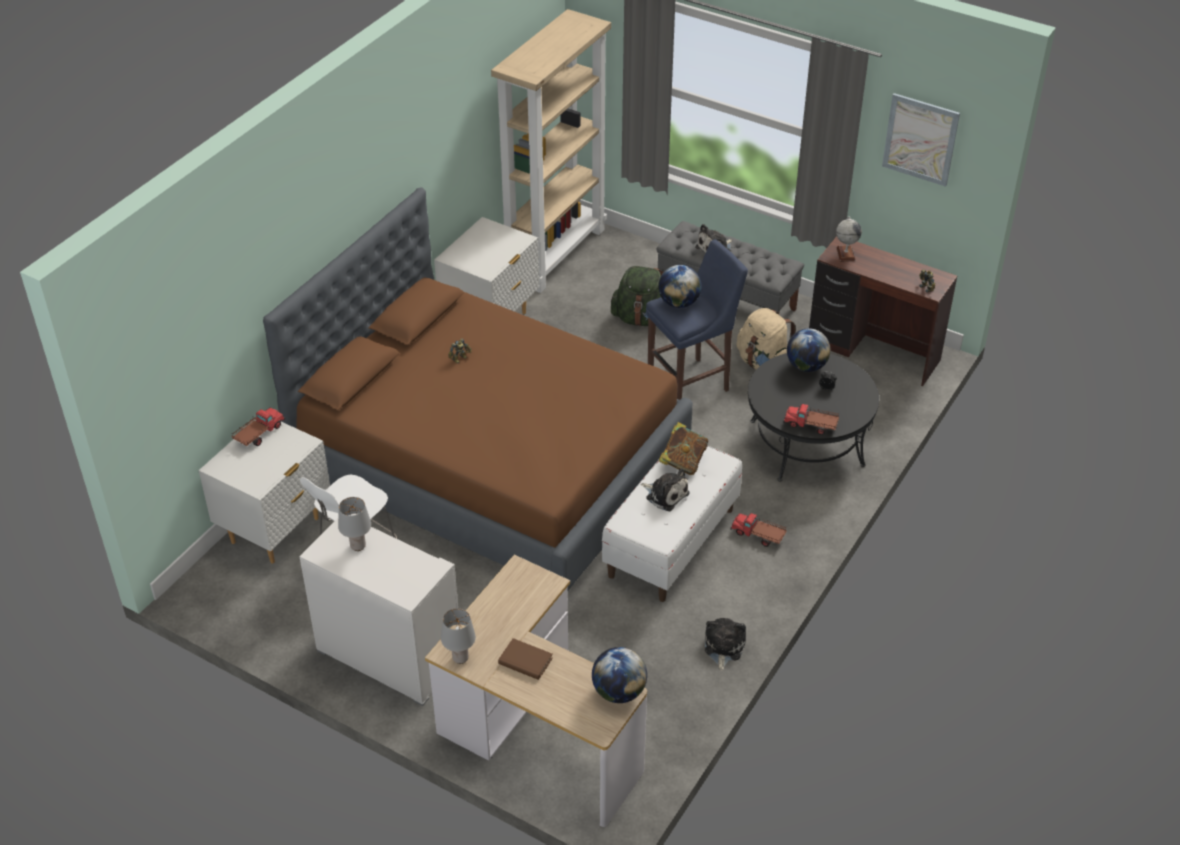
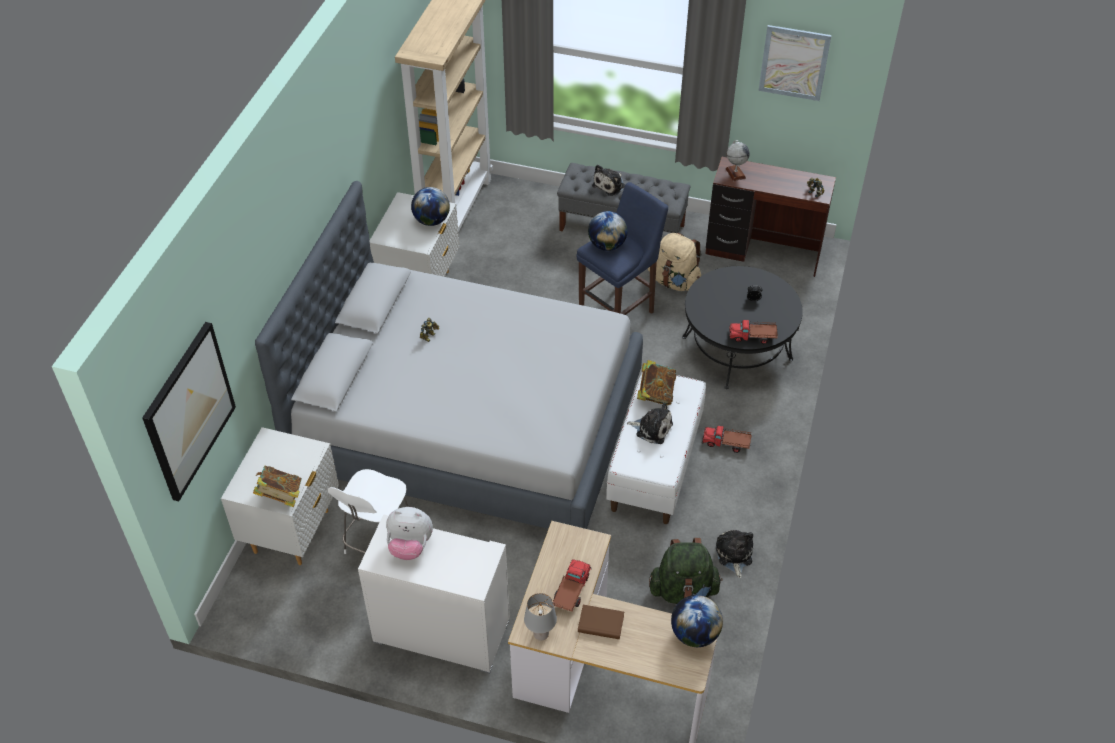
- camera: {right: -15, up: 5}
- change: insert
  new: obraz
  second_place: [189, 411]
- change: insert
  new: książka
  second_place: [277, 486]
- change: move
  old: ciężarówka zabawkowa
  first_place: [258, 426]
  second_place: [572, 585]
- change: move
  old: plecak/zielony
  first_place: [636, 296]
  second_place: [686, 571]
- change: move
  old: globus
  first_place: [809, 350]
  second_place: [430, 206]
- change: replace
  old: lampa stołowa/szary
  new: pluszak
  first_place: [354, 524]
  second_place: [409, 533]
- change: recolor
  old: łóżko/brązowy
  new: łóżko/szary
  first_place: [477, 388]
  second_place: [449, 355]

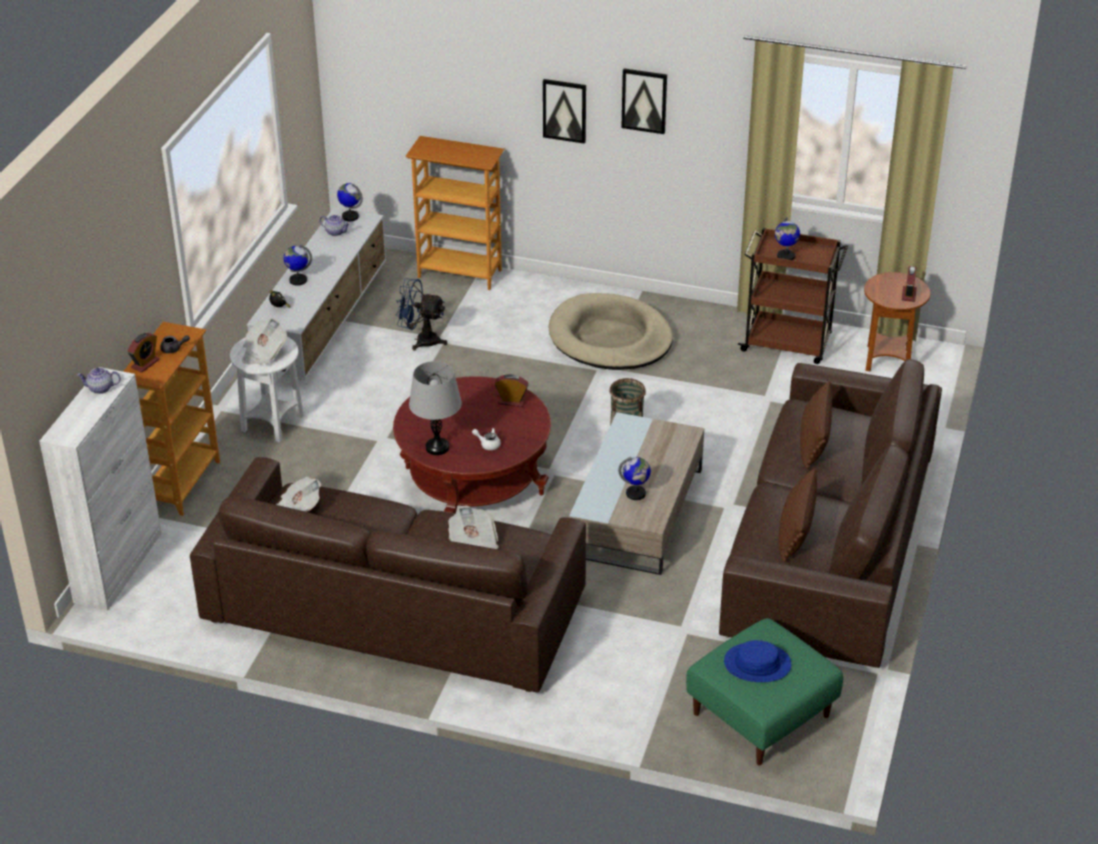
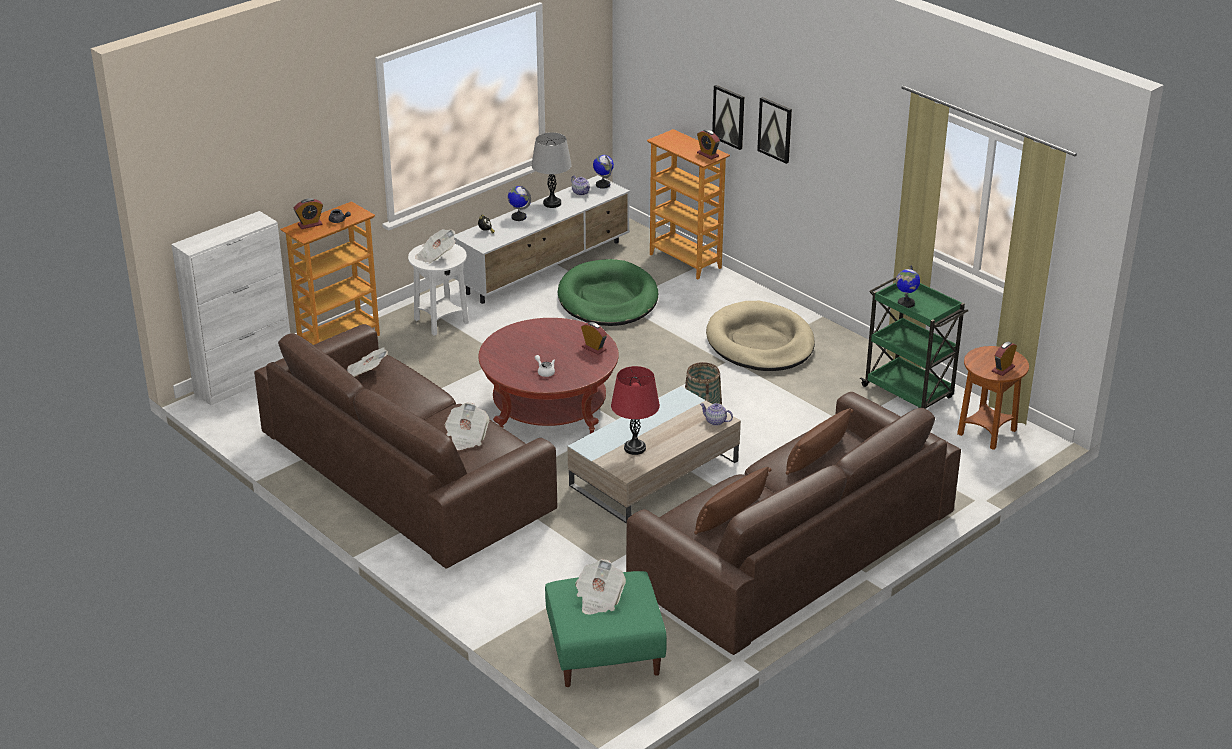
- camera: {right: 30, up: -5}
- change: insert
  new: budzik
  second_place: [708, 144]
- change: move
  old: imbryk
  first_place: [99, 381]
  second_place: [716, 414]
- change: move
  old: lampa stołowa/szary
  first_place: [435, 408]
  second_place: [552, 170]
- change: move
  old: obraz
  first_place: [644, 101]
  second_place: [728, 117]
- change: replace
  old: wentylator/niebieski
  new: legowisko/zielony
  first_place: [421, 314]
  second_place: [607, 292]
- change: replace
  old: globus
  new: lampa stołowa/czerwony
  first_place: [634, 478]
  second_place: [635, 410]
- change: replace
  old: kapelusz/niebieski
  new: gazeta
  first_place: [757, 661]
  second_place: [601, 587]
- change: recolor
  old: wózek/brązowy
  new: wózek/zielony
  first_place: [793, 296]
  second_place: [914, 343]

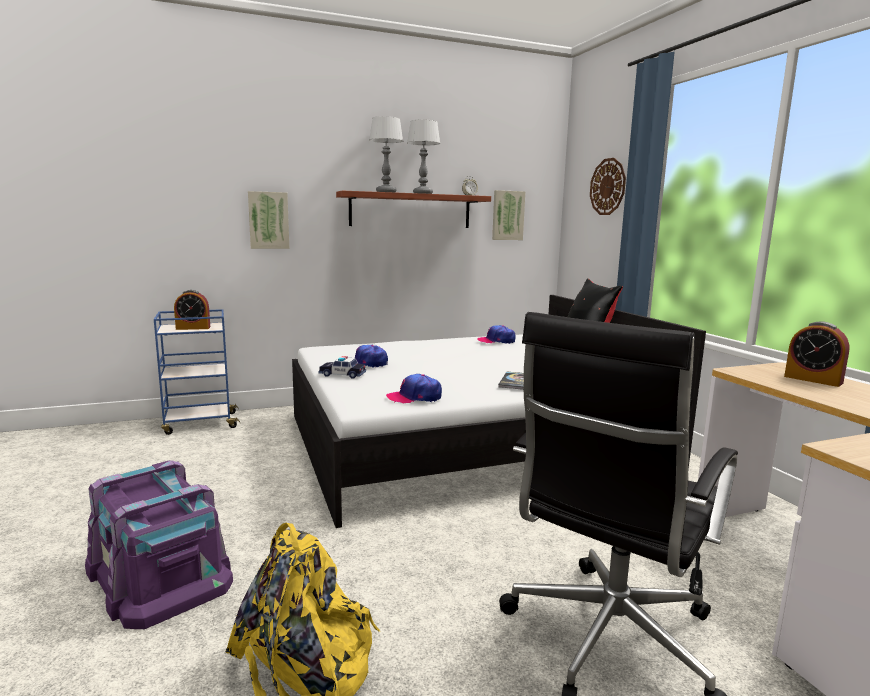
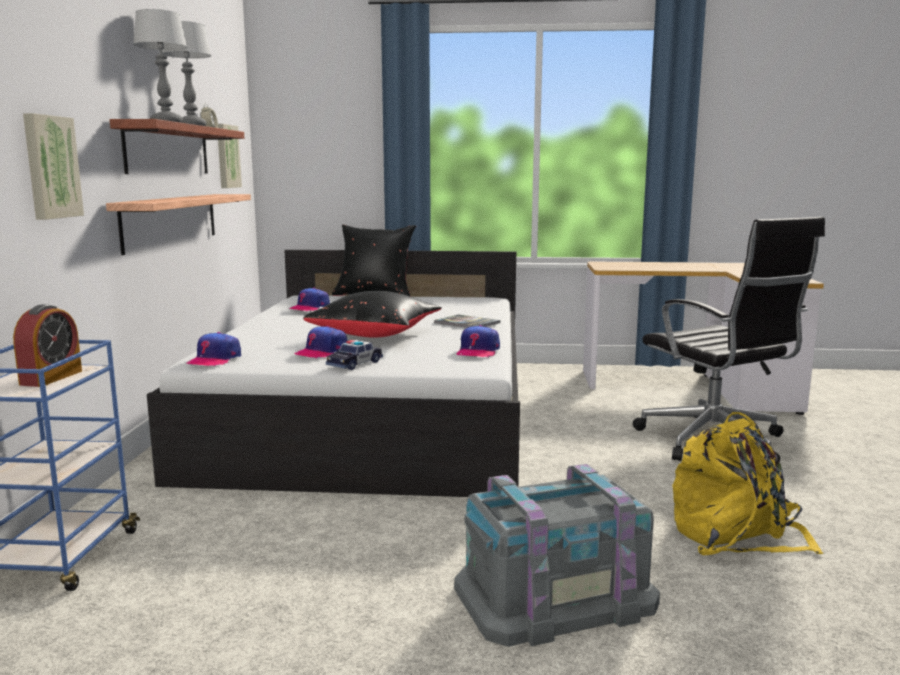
- camera: {right: -65, up: 0}
- change: delete
  old: zegar ścienny
  first_place: [608, 186]
- change: delete
  old: budzik
  first_place: [816, 354]
- change: insert
  new: półka
  second_place: [178, 224]
- change: insert
  new: czapka z daszkiem
  second_place: [214, 349]
- change: insert
  new: poduszka/czarny
  second_place: [373, 314]
- change: recolor
  old: pojemnik do przechowywania/fioletowy
  new: pojemnik do przechowywania/szary
  first_place: [159, 544]
  second_place: [557, 555]

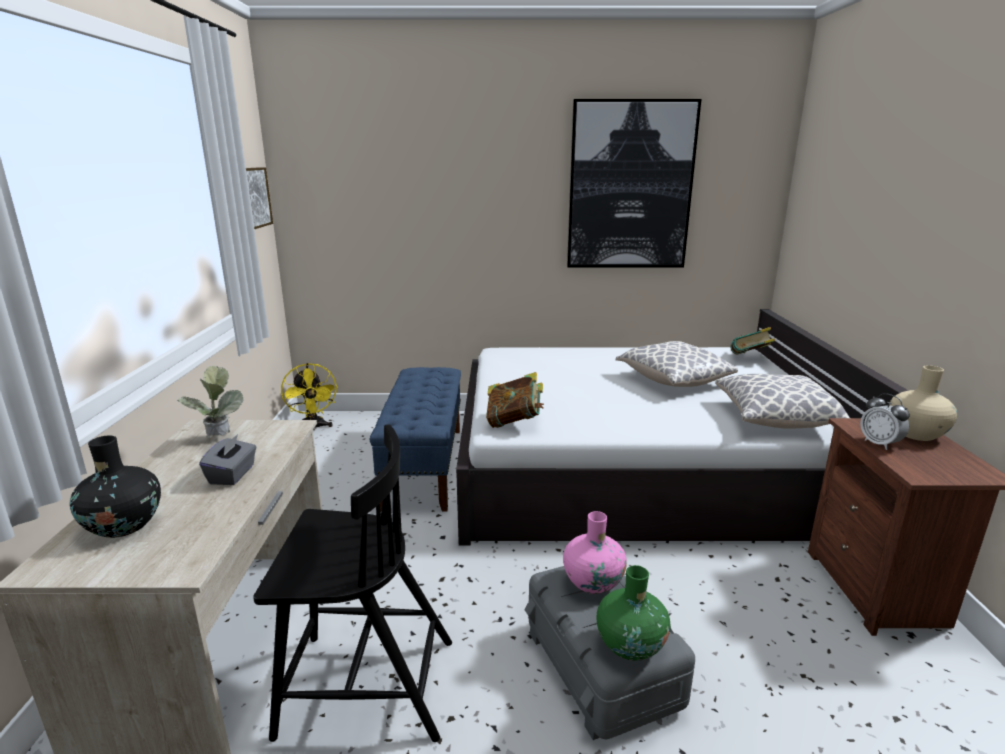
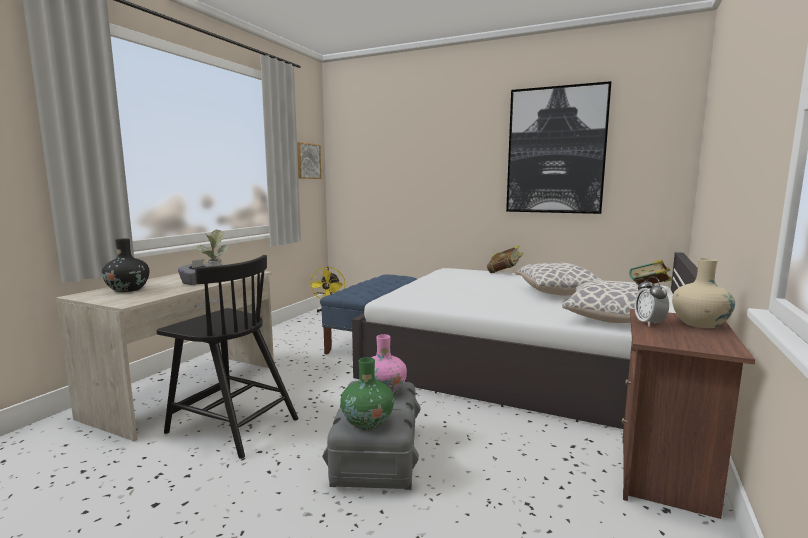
- camera: {right: 25, up: -10}
- change: move
  old: książka
  first_place: [515, 400]
  second_place: [505, 259]

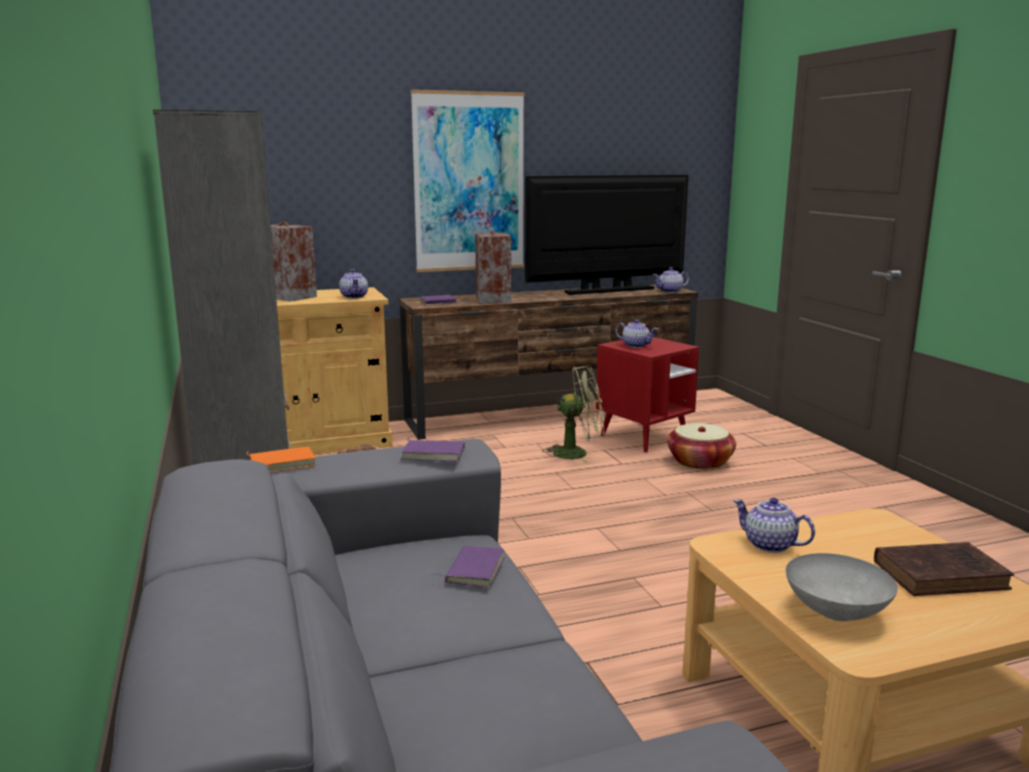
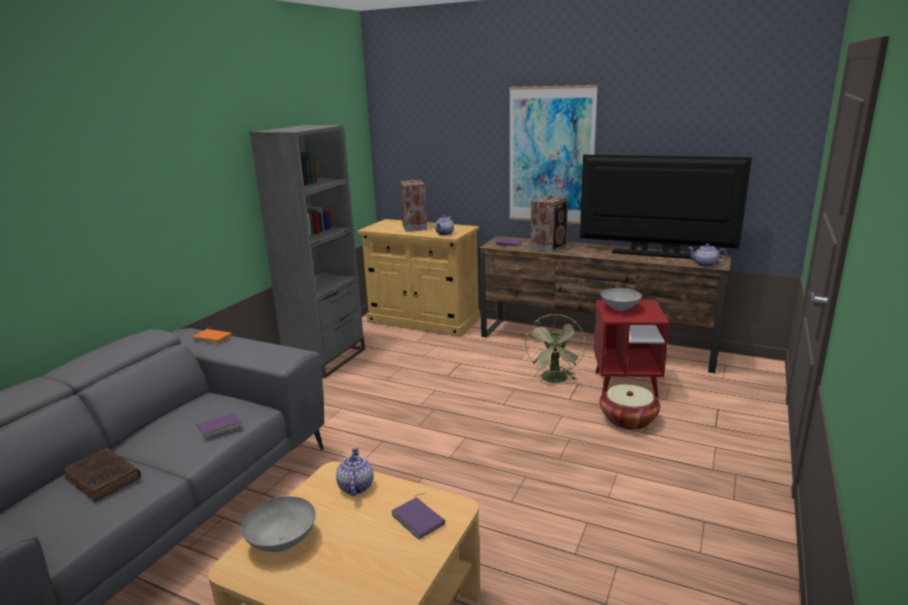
- camera: {right: 45, up: 5}
- change: move
  old: książka/fioletowy
  first_place: [433, 449]
  second_place: [418, 516]
- change: move
  old: książka/brązowy
  first_place: [944, 569]
  second_place: [101, 475]
- change: replace
  old: imbryk
  new: miska/szary
  first_place: [636, 334]
  second_place: [621, 299]
- change: rotate
  old: wentylator/zielony
  first_place: [573, 414]
  second_place: [555, 348]
  degrees: 60

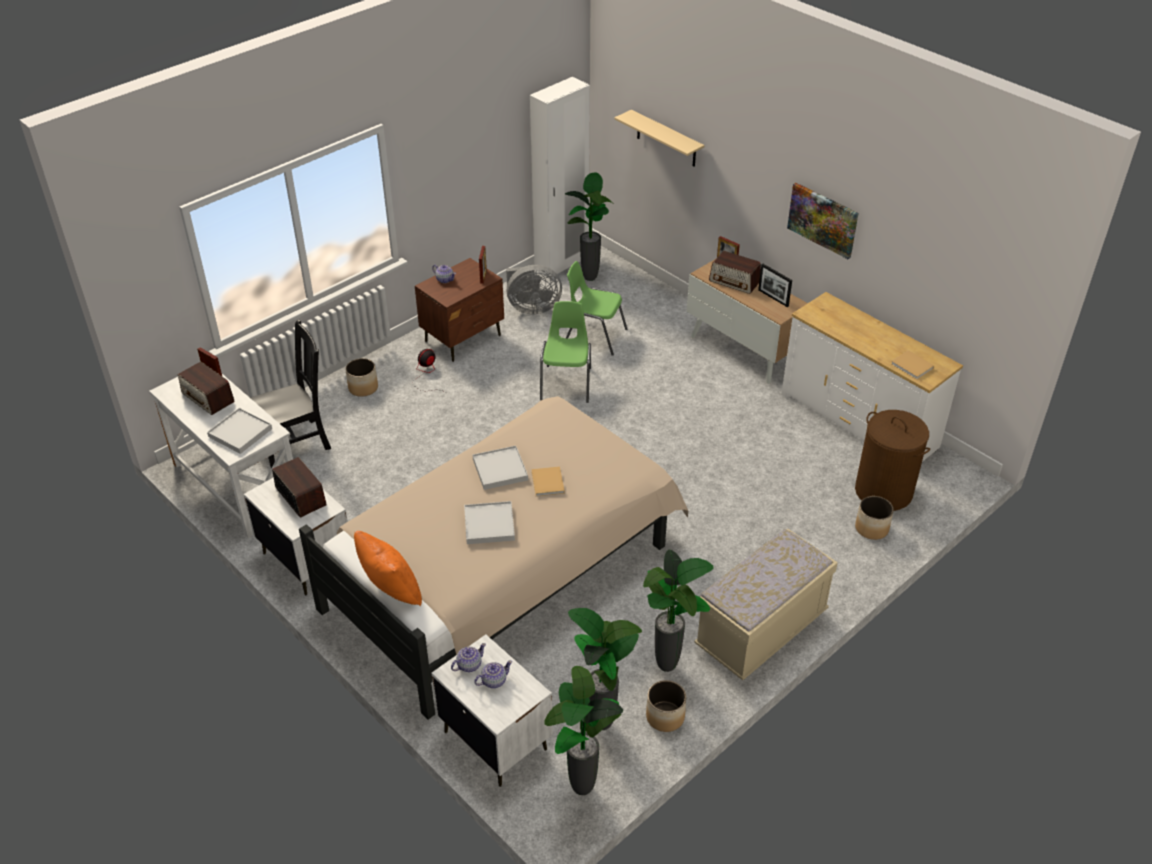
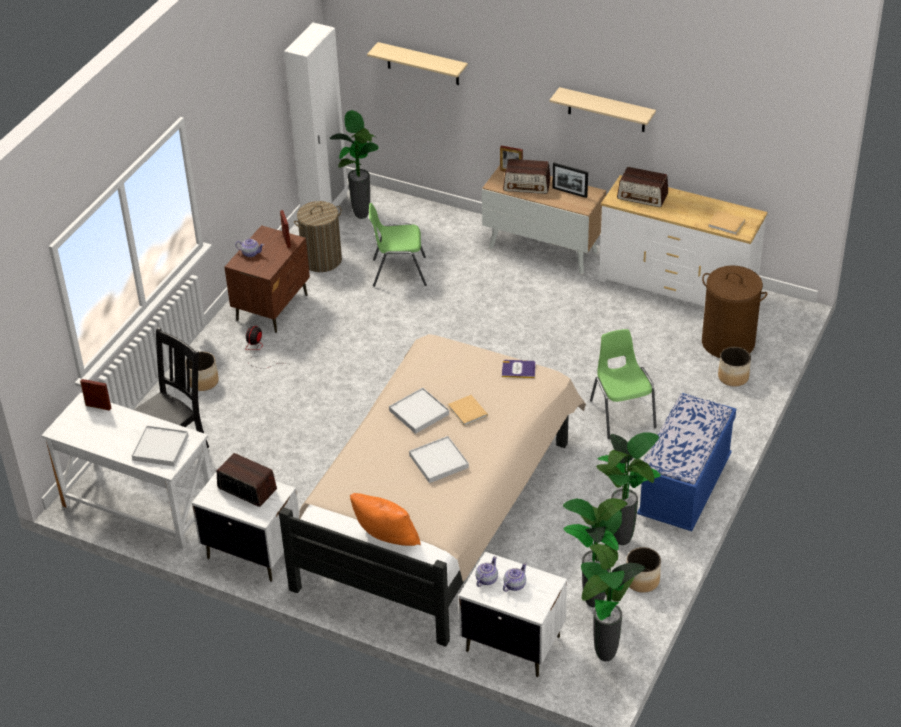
- camera: {right: -20, up: 0}
- change: insert
  new: książka
  second_place: [519, 369]
- change: move
  old: radio
  first_place: [206, 388]
  second_place: [642, 187]
- change: move
  old: krzesło/zielony
  first_place: [565, 352]
  second_place: [623, 384]
- change: replace
  old: wentylator/szary
  new: kosz na pranie
  first_place: [534, 289]
  second_place: [318, 236]
- change: replace
  old: obraz
  new: półka/beżowy
  first_place: [823, 221]
  second_place: [603, 109]
- change: recolor
  old: ławka/beżowy
  new: ławka/niebieski
  first_place: [766, 604]
  second_place: [686, 462]

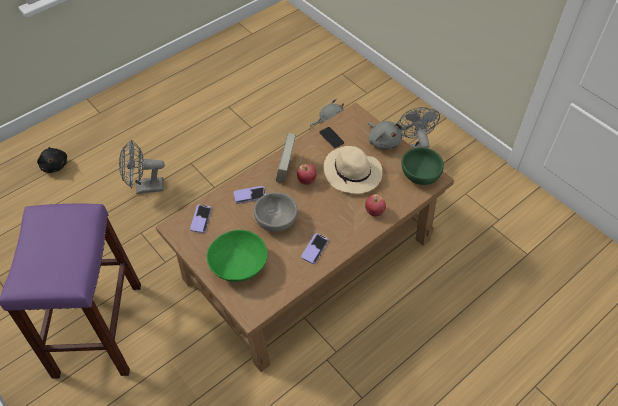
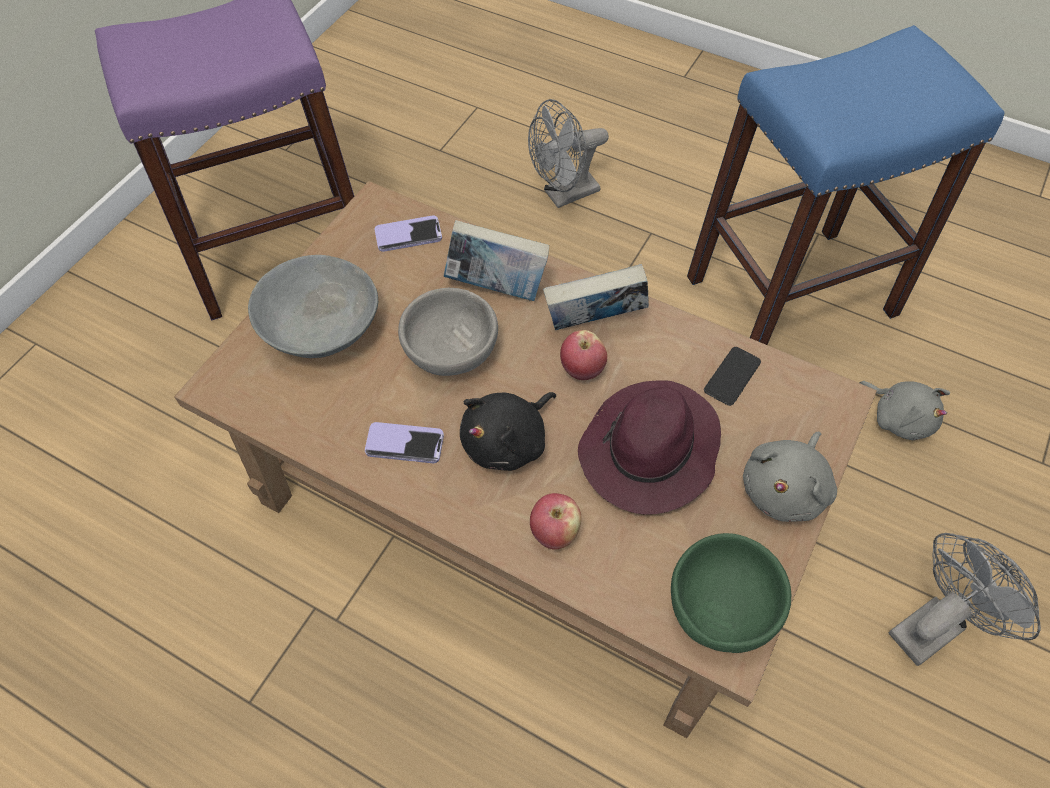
- camera: {right: 70, up: 5}
- change: insert
  new: stołek/niebieski
  second_place: [846, 185]
- change: move
  old: pluszak/czarny
  first_place: [52, 160]
  second_place: [508, 431]
- change: replace
  old: telefon
  new: książka
  first_place: [250, 195]
  second_place: [496, 260]
- change: recolor
  old: miska/zielony
  new: miska/szary
  first_place: [237, 256]
  second_place: [313, 306]
- change: recolor
  old: kapelusz/beżowy
  new: kapelusz/fioletowy
  first_place: [353, 170]
  second_place: [649, 447]
- change: rotate
  old: wentylator/szary
  first_place: [142, 167]
  second_place: [568, 153]
  degrees: -90

